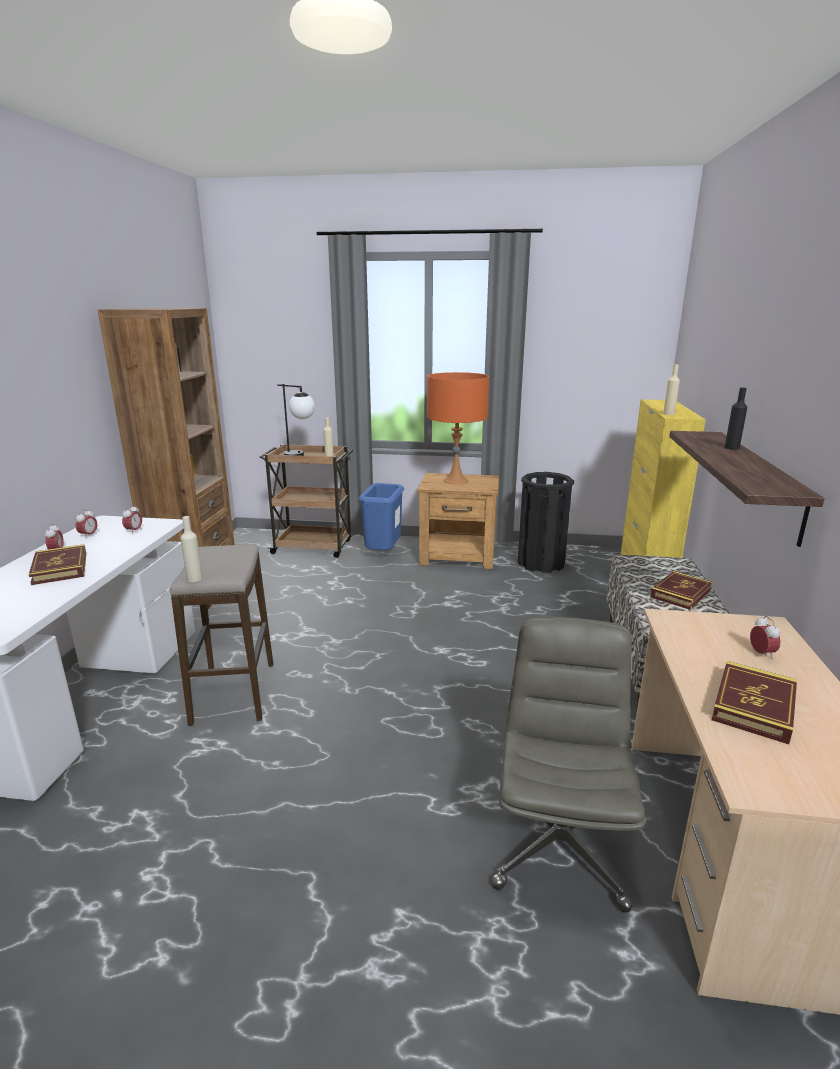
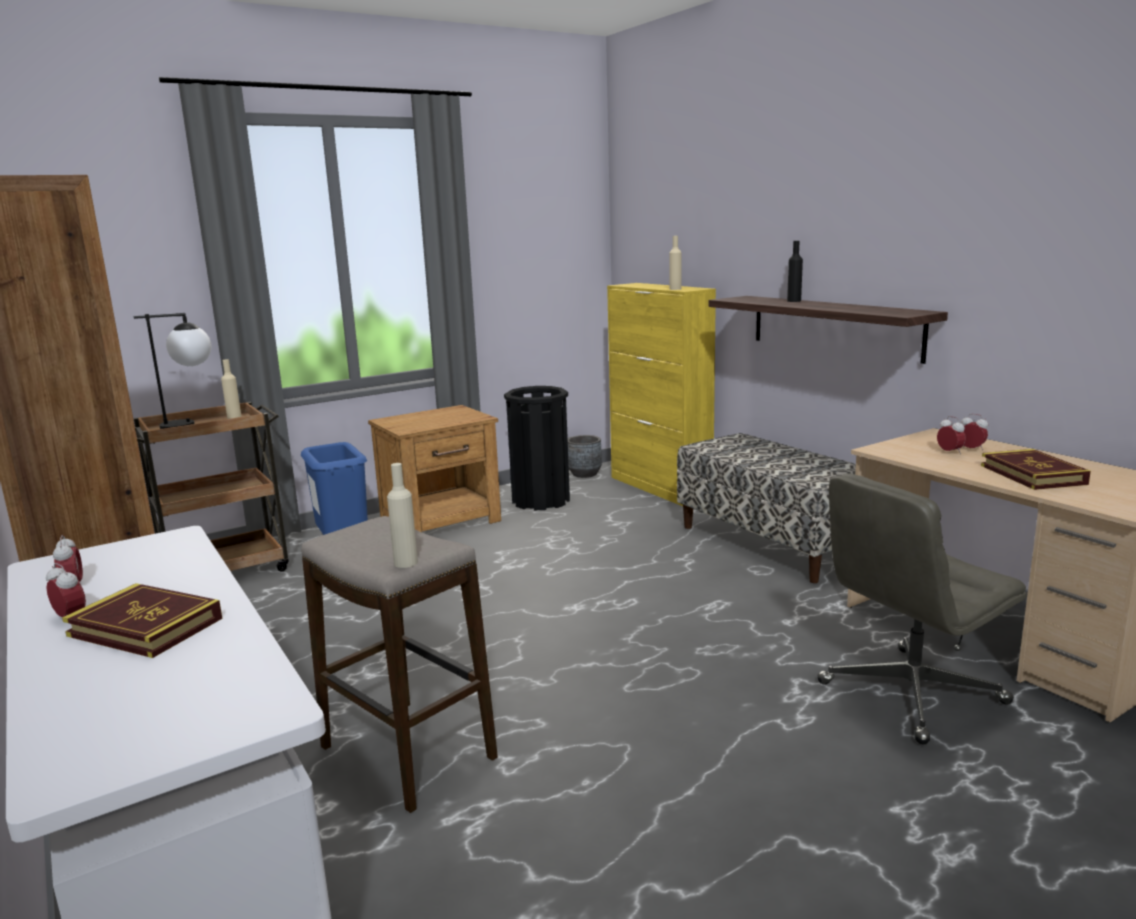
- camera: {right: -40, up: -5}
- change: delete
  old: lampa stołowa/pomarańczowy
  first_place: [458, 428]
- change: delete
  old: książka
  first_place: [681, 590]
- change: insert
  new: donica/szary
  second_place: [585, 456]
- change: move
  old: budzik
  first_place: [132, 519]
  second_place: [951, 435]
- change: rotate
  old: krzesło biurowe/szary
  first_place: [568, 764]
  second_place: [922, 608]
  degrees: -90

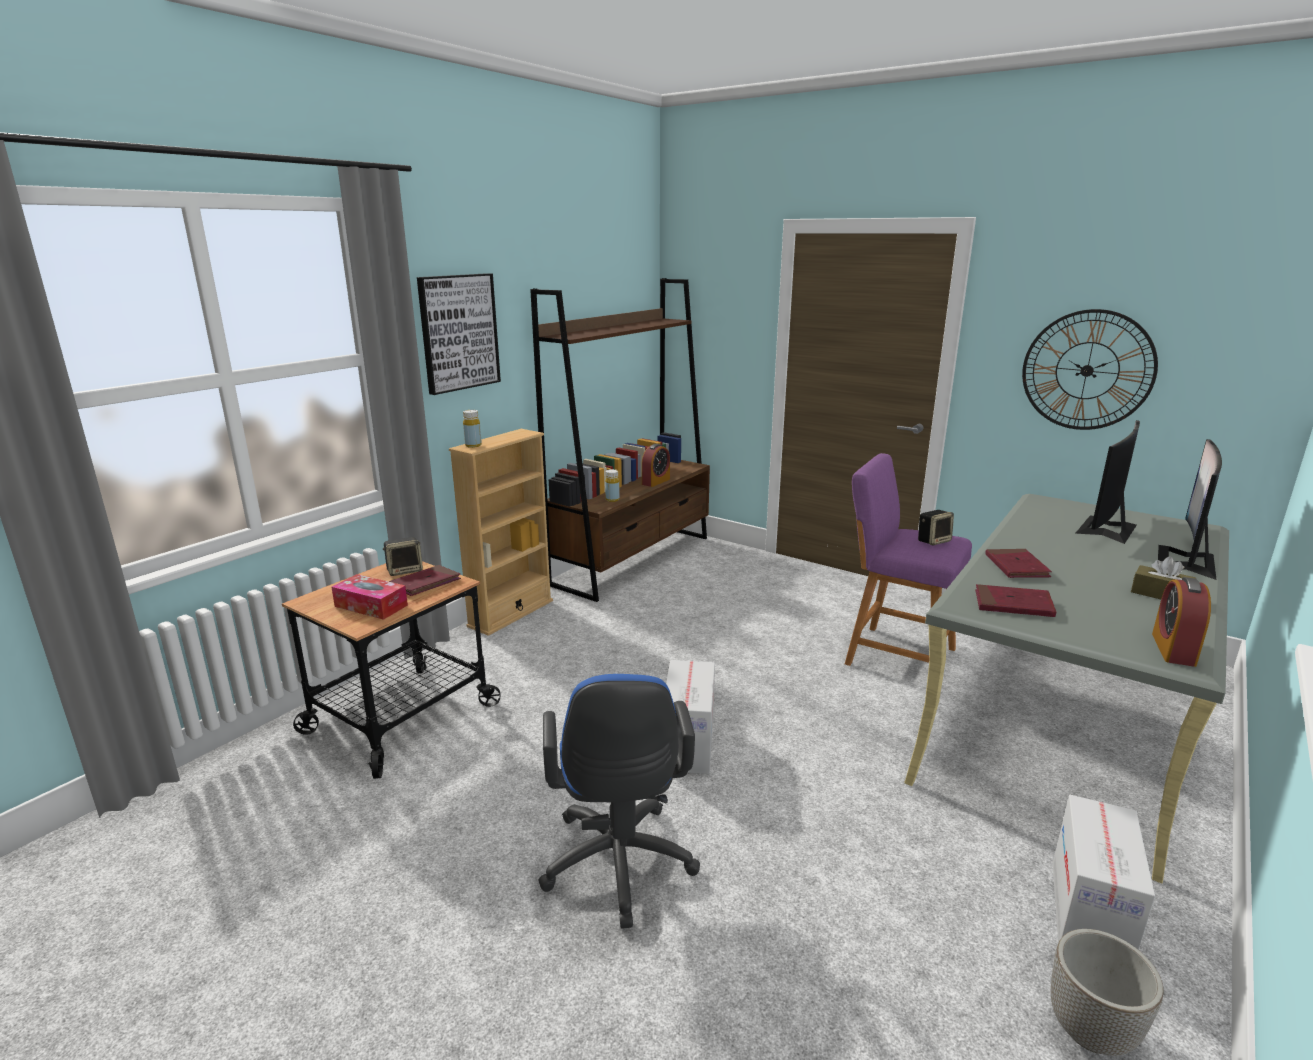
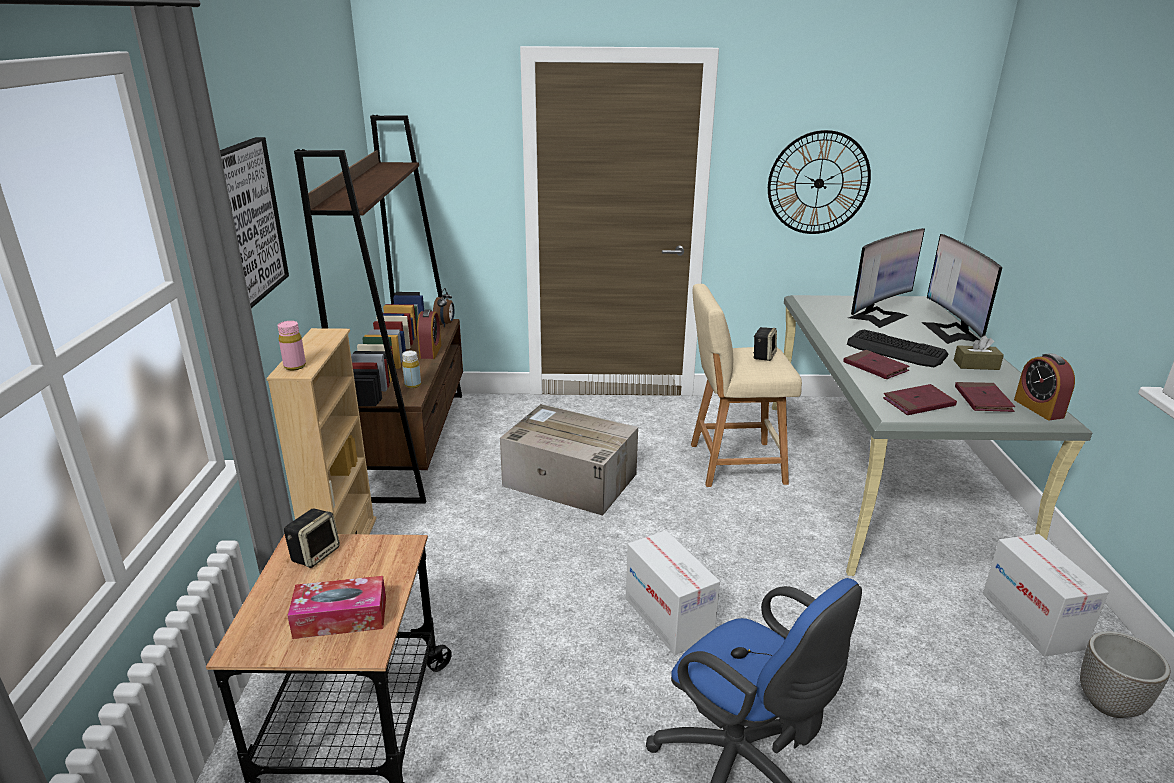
- camera: {right: -35, up: 5}
- change: insert
  new: budzik
  second_place: [444, 307]
- change: insert
  new: karton
  second_place: [569, 460]
- change: insert
  new: klawiatura
  second_place: [897, 348]
- change: move
  old: książka/czerwony
  first_place: [425, 580]
  second_place: [985, 397]
- change: recolor
  old: butelka/żółty
  new: butelka/różowy
  first_place: [472, 429]
  second_place: [292, 346]
- change: recolor
  old: stołek/fioletowy
  new: stołek/beżowy
  first_place: [908, 559]
  second_place: [746, 385]
- change: rotate
  old: monitor
  first_place: [1107, 482]
  second_place: [886, 278]
  degrees: -135

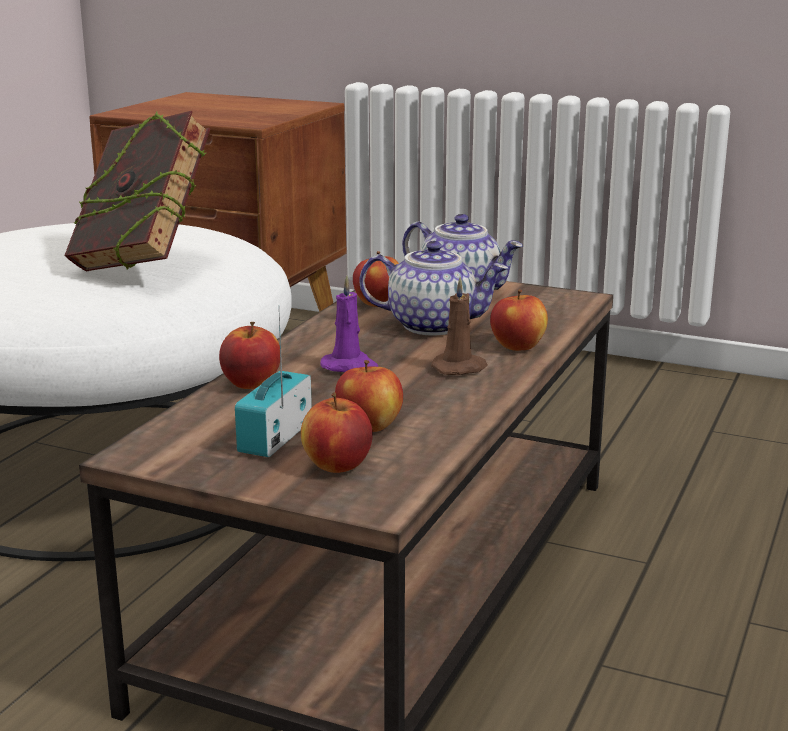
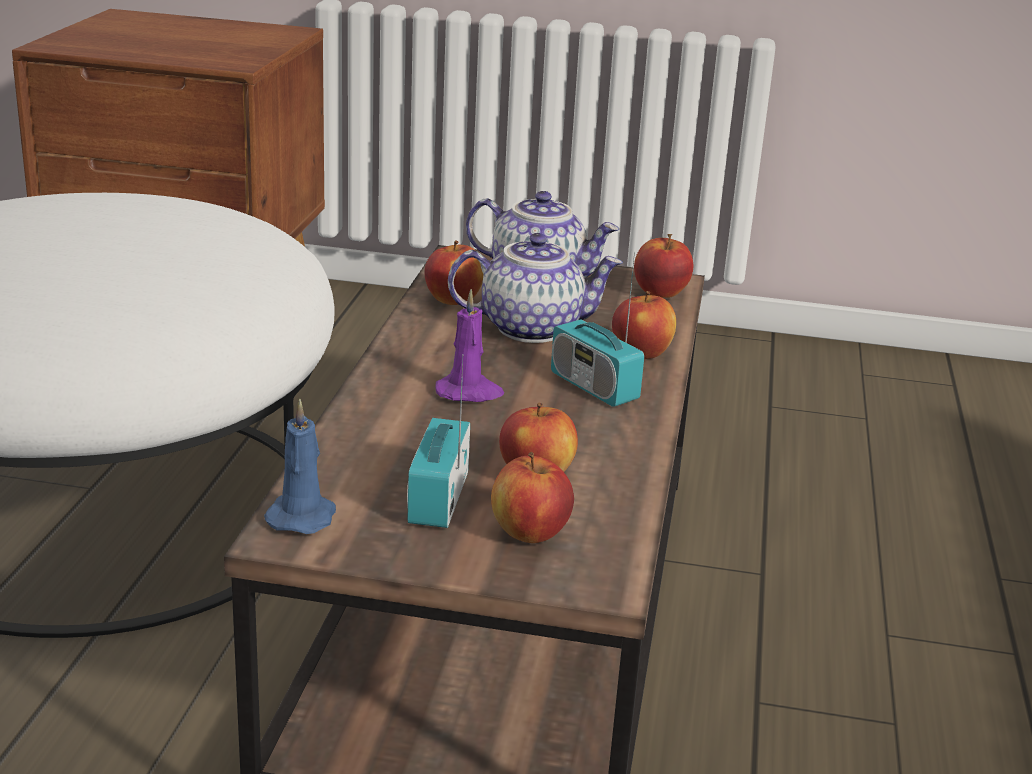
- camera: {right: -15, up: 5}
- change: delete
  old: książka
  first_place: [137, 191]
- change: insert
  new: świeca/niebieski
  second_place: [300, 466]
- change: move
  old: jabłko
  first_place: [249, 355]
  second_place: [663, 266]
- change: replace
  old: świeca/brązowy
  new: radio
  first_place: [459, 325]
  second_place: [597, 329]

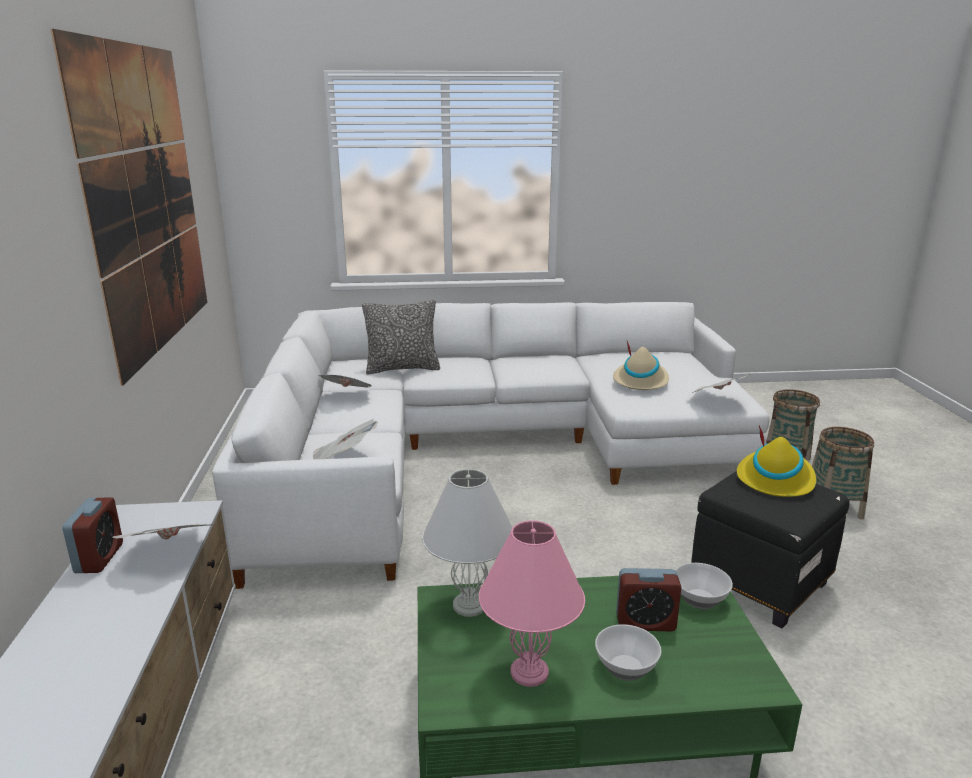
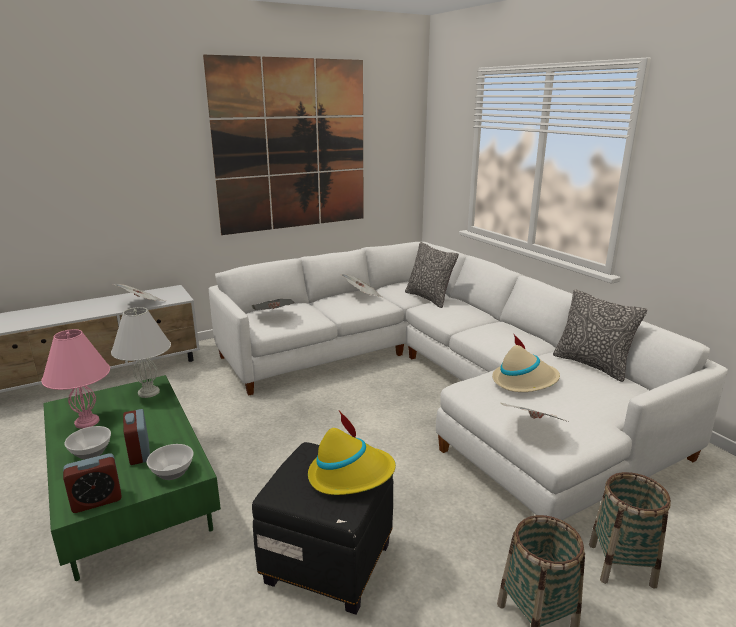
- camera: {right: 65, up: 0}
- change: insert
  new: poduszka
  second_place: [600, 335]
- change: move
  old: budzik
  first_place: [93, 535]
  second_place: [92, 483]

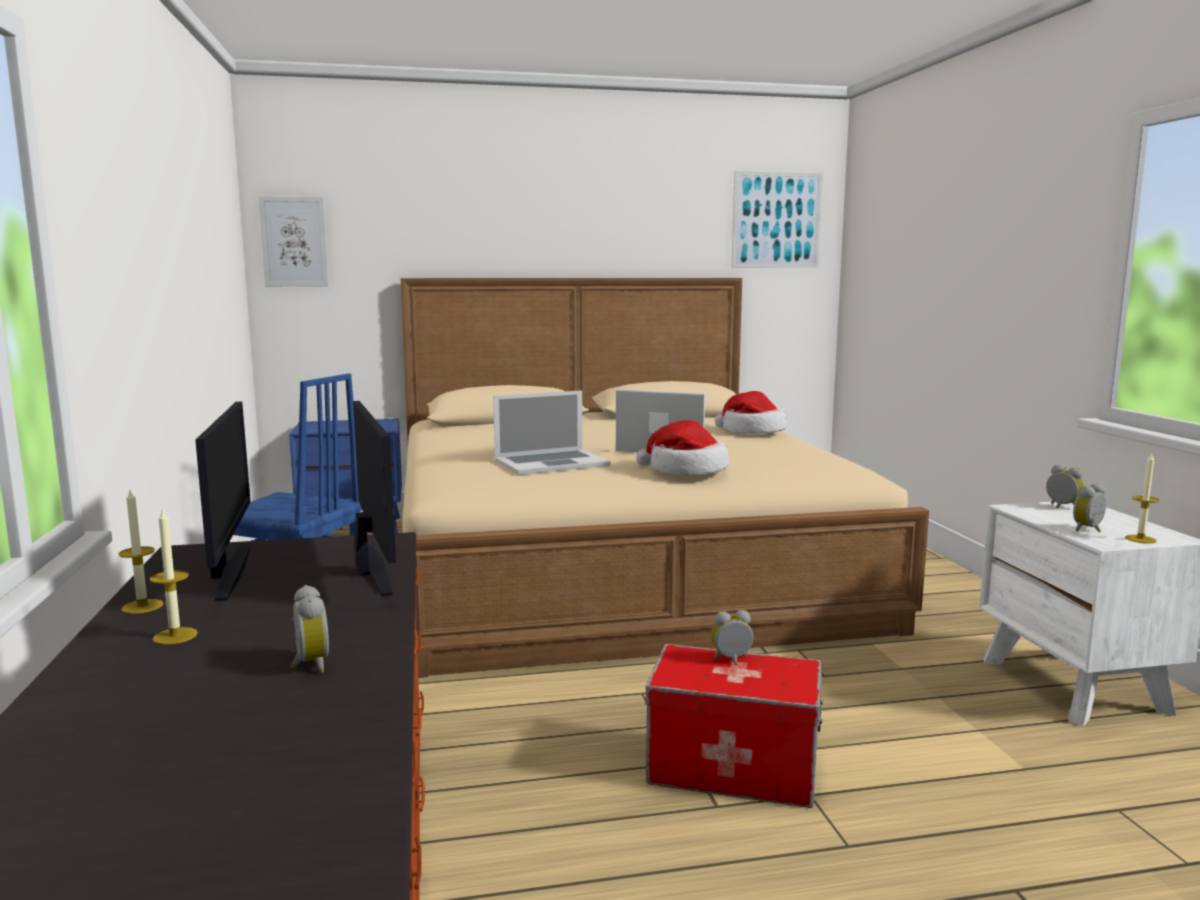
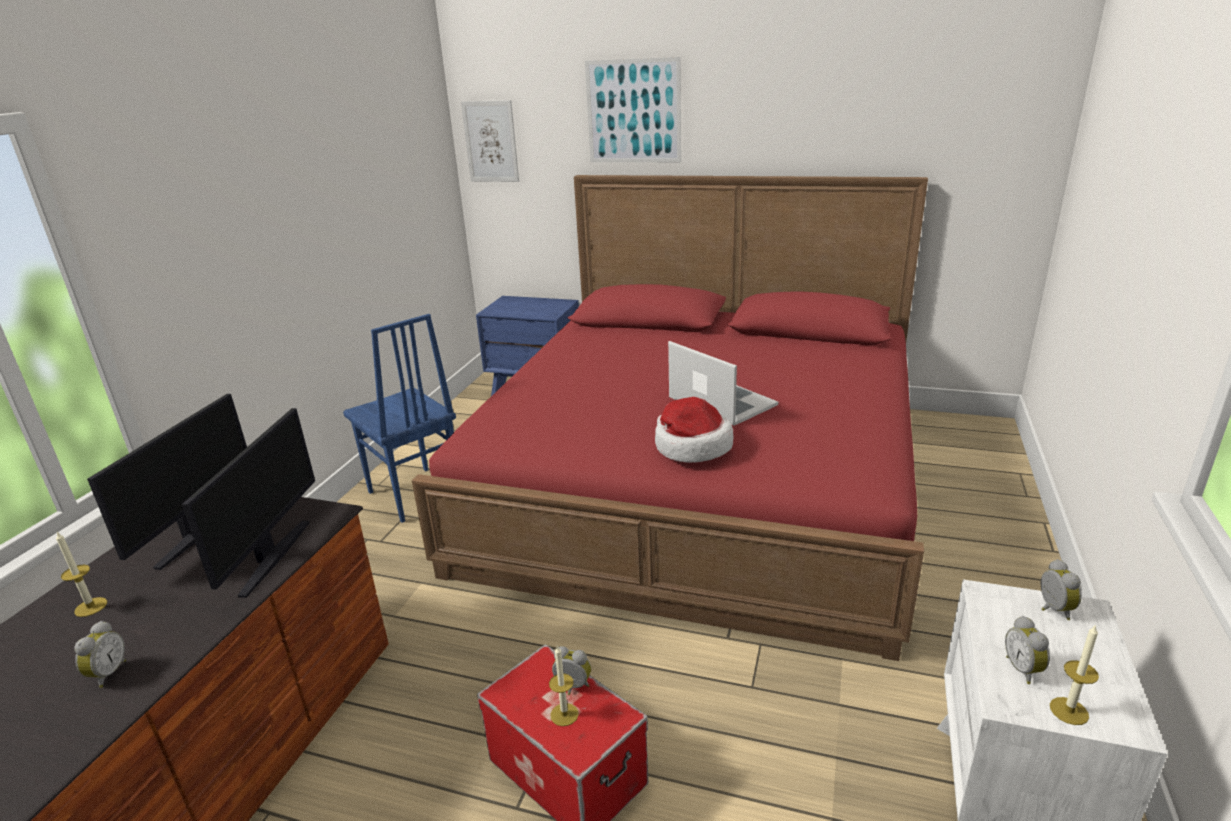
- camera: {right: 30, up: 15}
- change: delete
  old: laptop
  first_place: [552, 432]
- change: delete
  old: kapelusz
  first_place: [751, 412]
- change: move
  old: świeca
  first_place: [141, 552]
  second_place: [564, 685]
- change: move
  old: obraz
  first_place: [777, 219]
  second_place: [633, 109]
- change: recolor
  old: łóżko/beżowy
  new: łóżko/czerwony
  first_place: [664, 478]
  second_place: [670, 418]
- change: rotate
  old: budzik
  first_place: [1089, 508]
  second_place: [1027, 650]
  degrees: -90

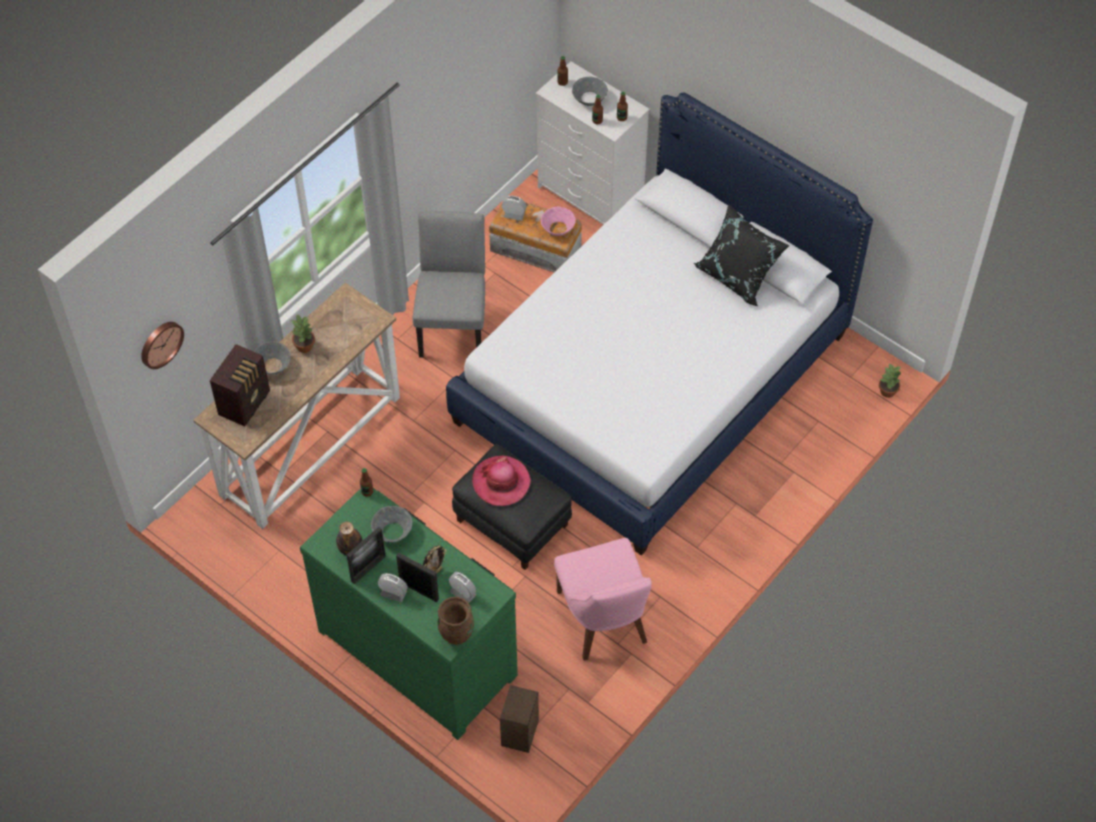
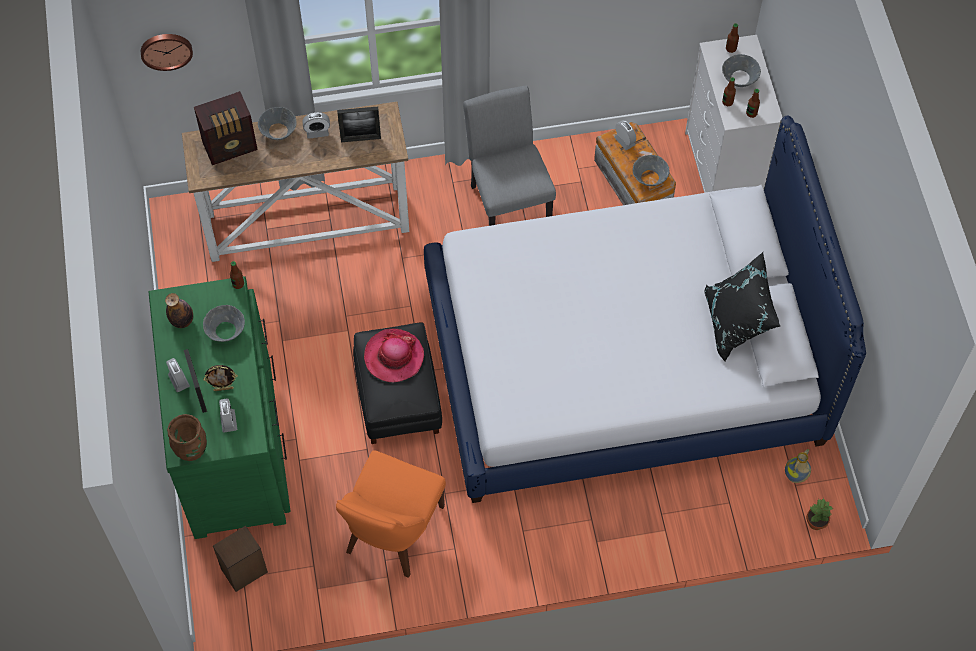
- camera: {right: 40, up: 5}
- change: insert
  new: wazon
  second_place: [798, 466]
- change: move
  old: ramka na zdjęcie
  first_place: [366, 555]
  second_place: [359, 124]
- change: replace
  old: roślina doniczkowa
  new: budzik
  first_place: [303, 334]
  second_place: [316, 125]
- change: recolor
  old: miska/różowy
  new: miska/szary
  first_place: [558, 221]
  second_place: [651, 170]
- change: recolor
  old: krzesło/różowy
  new: krzesło/pomarańczowy
  first_place: [602, 599]
  second_place: [391, 514]
- change: rotate
  old: krzesło/szary
  first_place: [449, 284]
  second_place: [509, 156]
  degrees: -60

